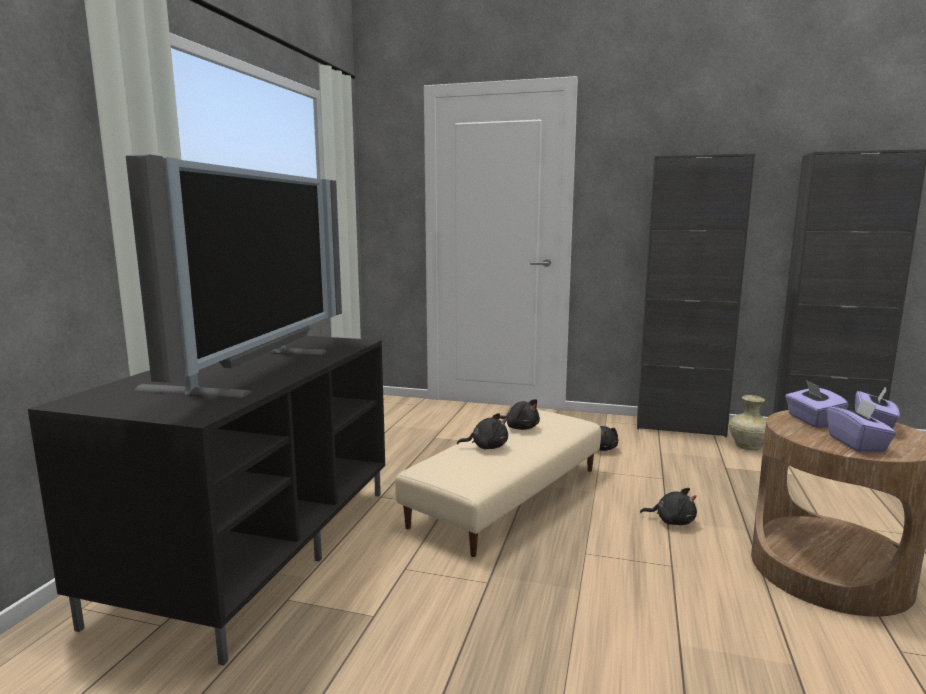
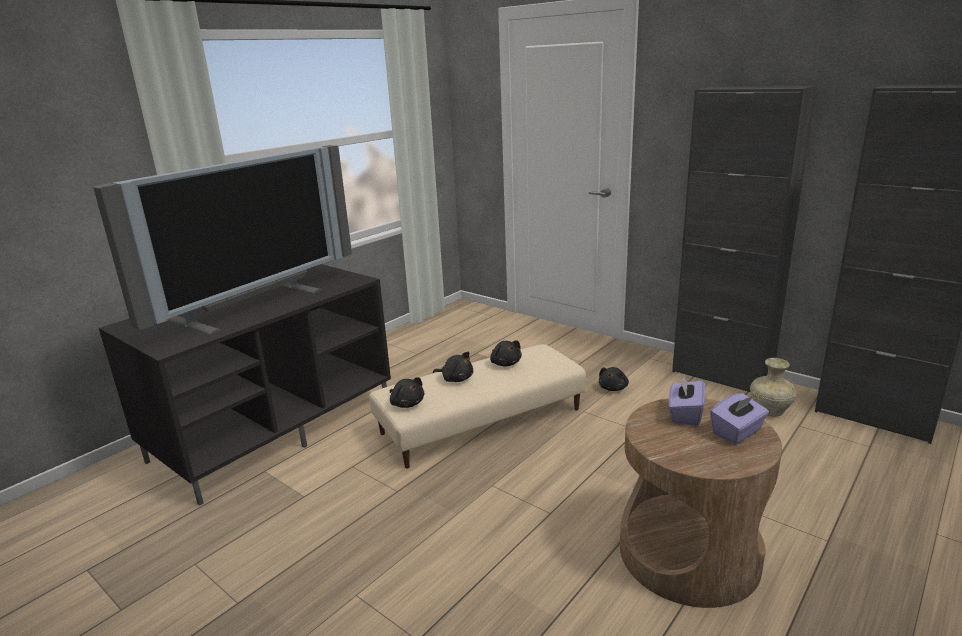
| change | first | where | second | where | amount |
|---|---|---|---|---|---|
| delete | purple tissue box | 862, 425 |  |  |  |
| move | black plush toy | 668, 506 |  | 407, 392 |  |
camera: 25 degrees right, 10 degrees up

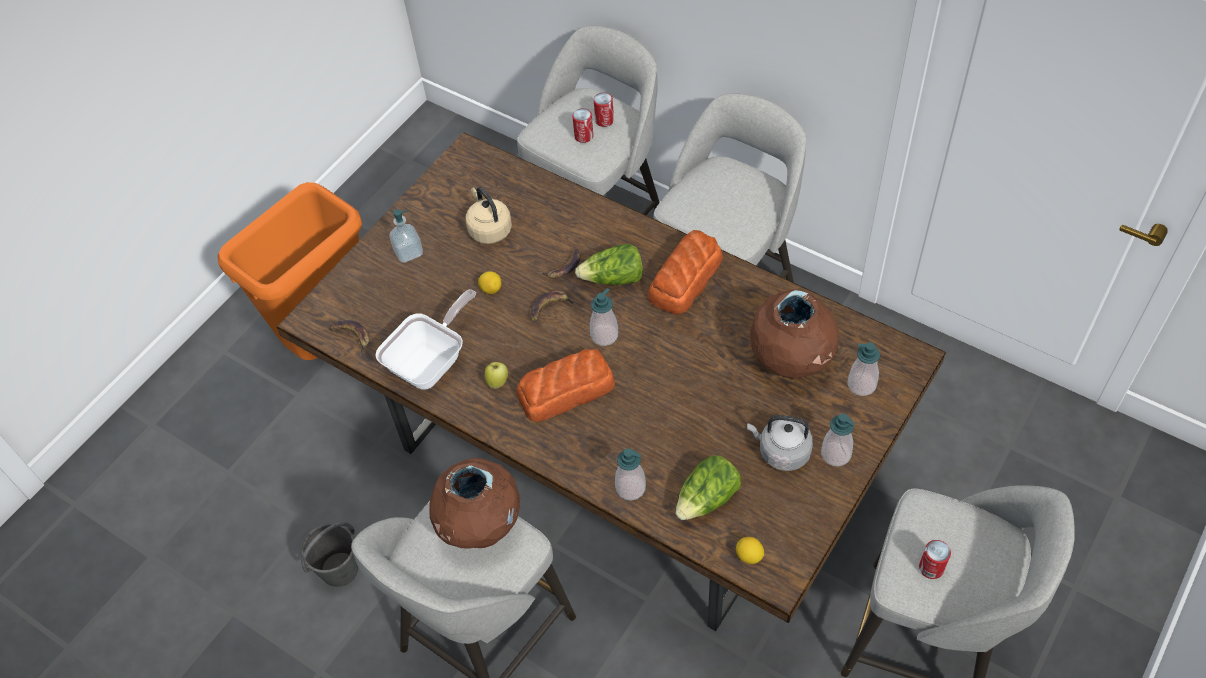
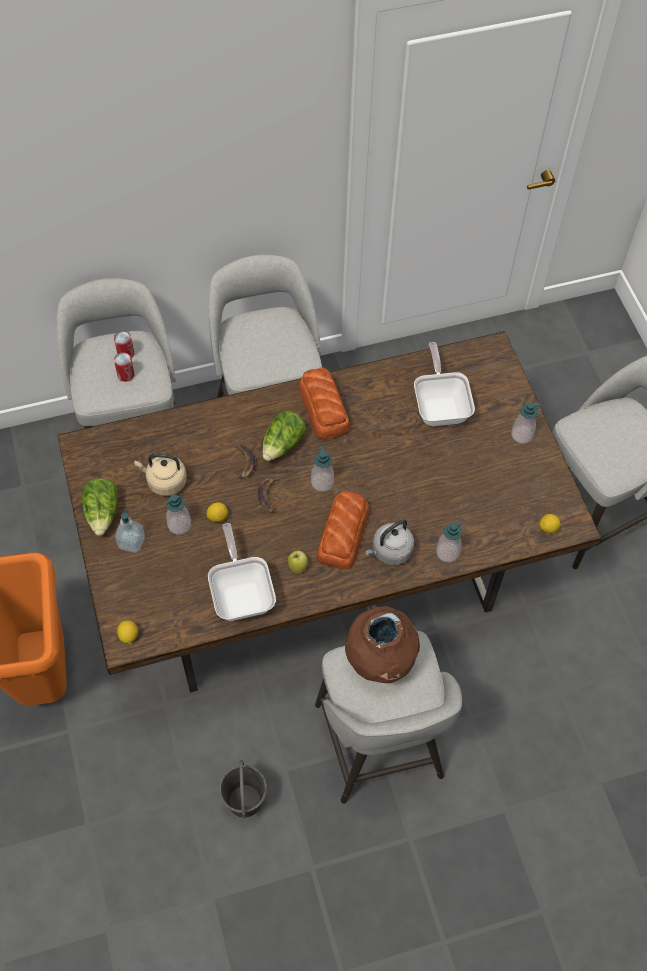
| change | first | where | second | where | amount |
|---|---|---|---|---|---|
| delete | banana | 349, 338 |  |  |  |
| delete | can | 935, 559 |  |  |  |
| insert |  |  | lemon | 127, 632 |  |
| move | lettuce | 708, 487 |  | 100, 507 |  |
| move | grey kettle | 780, 443 |  | 389, 542 |  |
| move | soap dispenser | 863, 369 |  | 178, 515 |  |
| replace | brown vase | 794, 334 | frying pan | 444, 384 |  |
camera: 55 degrees left, 5 degrees up

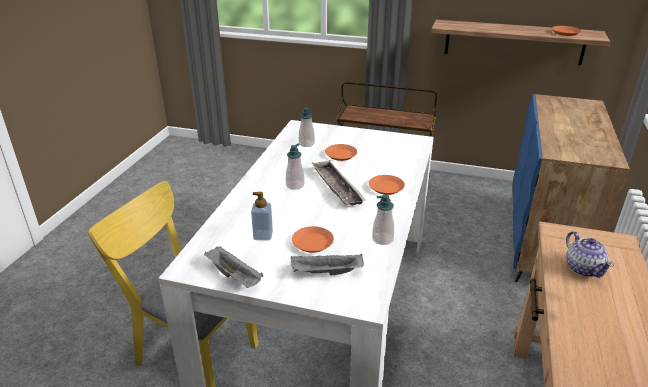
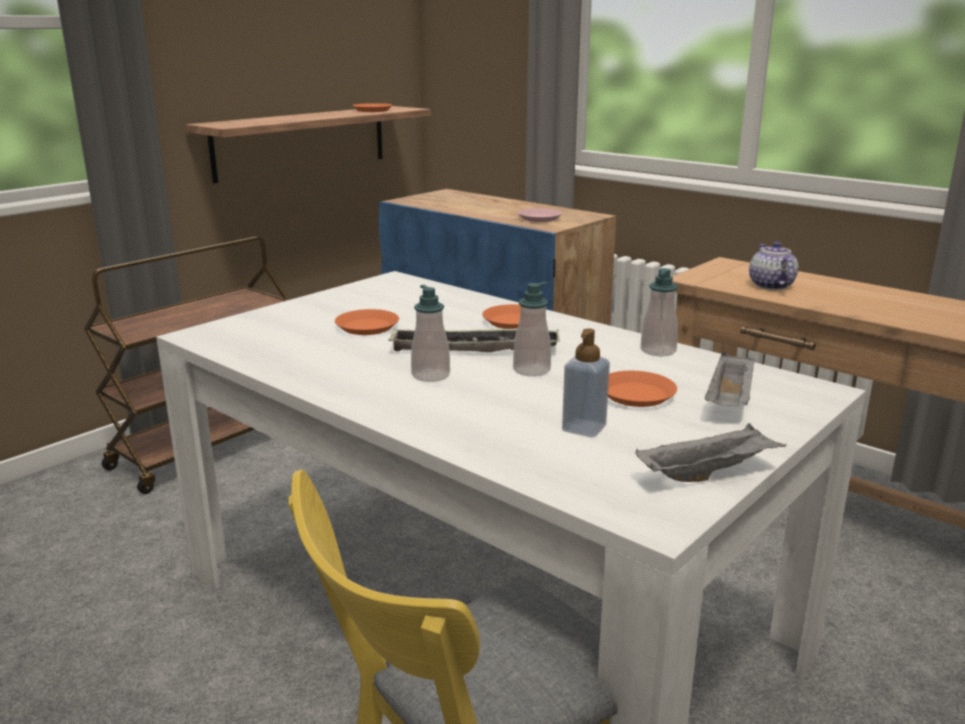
| change | first | where | second | where | amount |
|---|---|---|---|---|---|
| insert |  |  | pink plate | 539, 215 |  |
| move | soap dispenser | 307, 127 |  | 532, 329 |  |
| rotate | teapot | 590, 254 |  | 773, 266 | 105 degrees counterclockwise |
camera: 65 degrees left, 10 degrees down

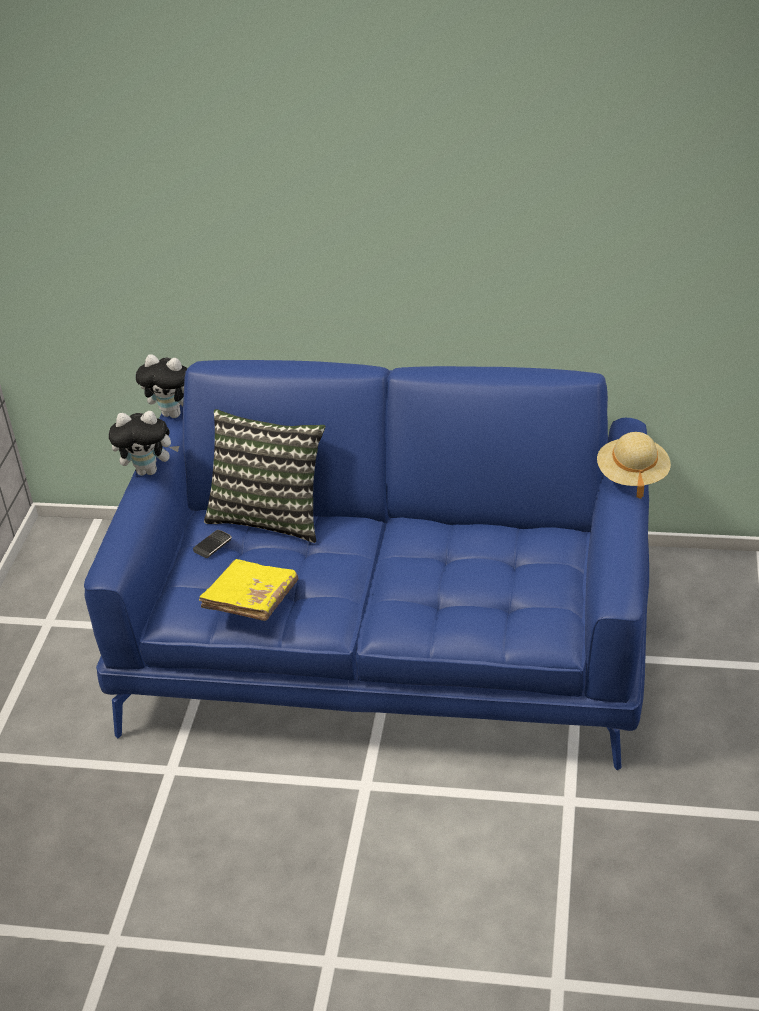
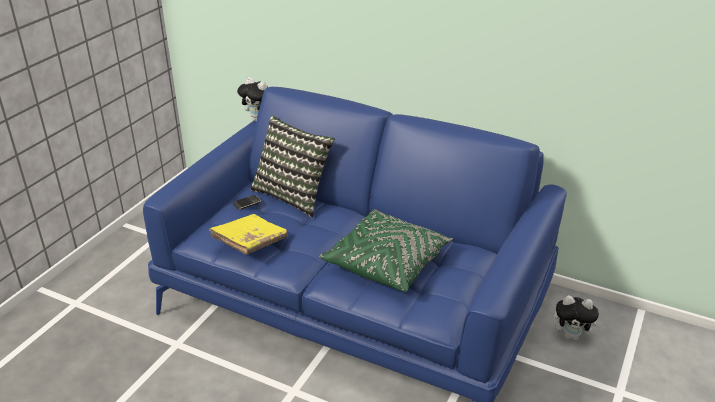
| change | first | where | second | where | amount |
|---|---|---|---|---|---|
| delete | beige hat | 634, 465 |  |  |  |
| insert |  |  | green pillow | 386, 250 |  |
| move | plush toy | 144, 443 |  | 577, 318 |  |
camera: 15 degrees right, 5 degrees down

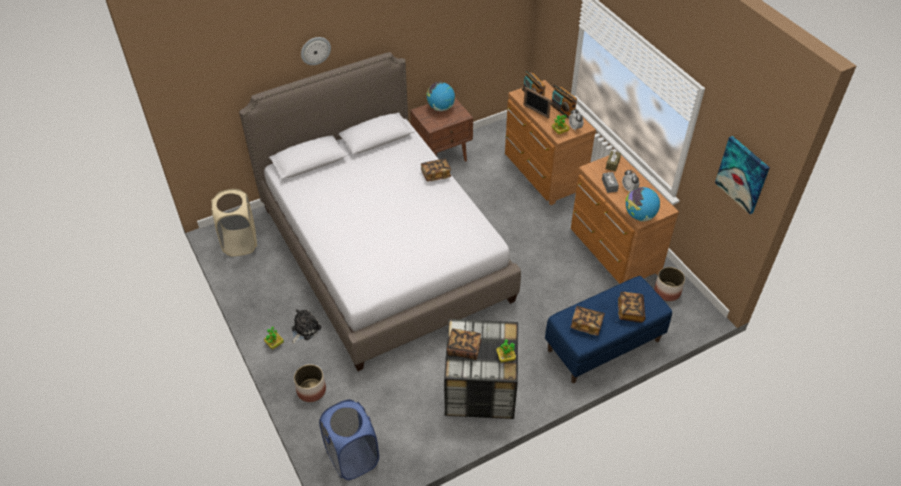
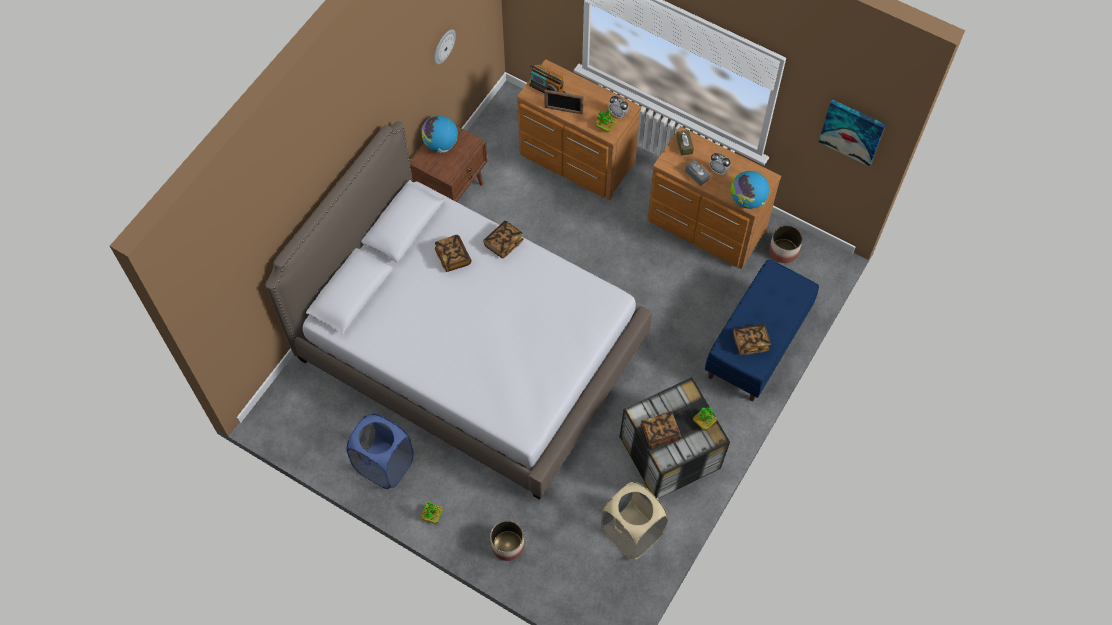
| change | first | where | second | where | amount |
|---|---|---|---|---|---|
| delete | plush toy | 306, 326 |  |  |  |
| delete | radio | 564, 101 |  |  |  |
| move | beige laundry basket | 234, 222 |  | 634, 520 |  |
| move | wall clock | 316, 51 |  | 445, 47 |  |
| move | blue laundry basket | 349, 440 |  | 380, 451 |  |
| move | book | 632, 307 |  | 453, 253 |  |
camera: 30 degrees left, 15 degrees up

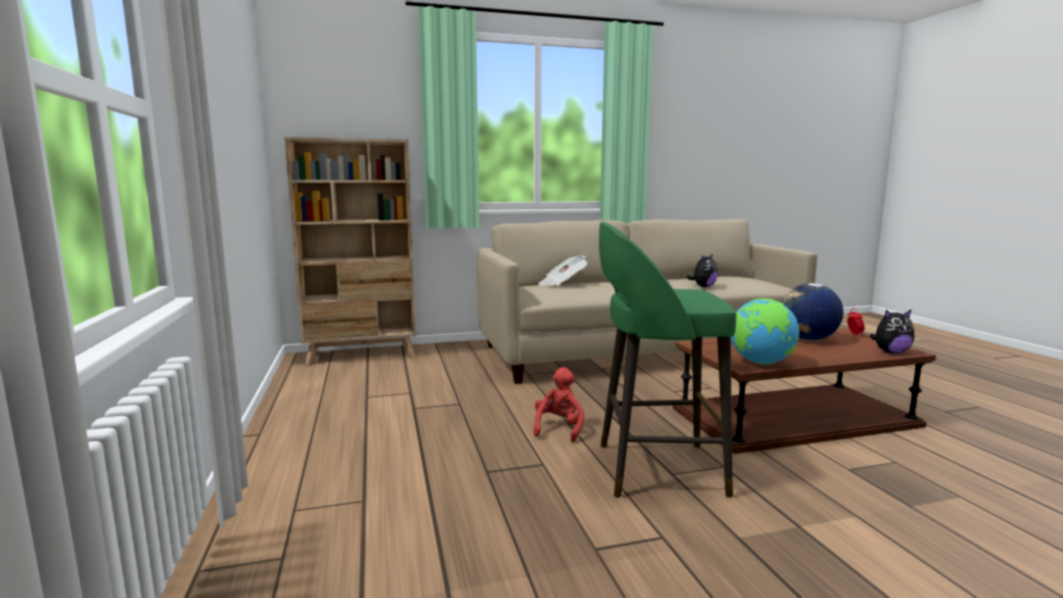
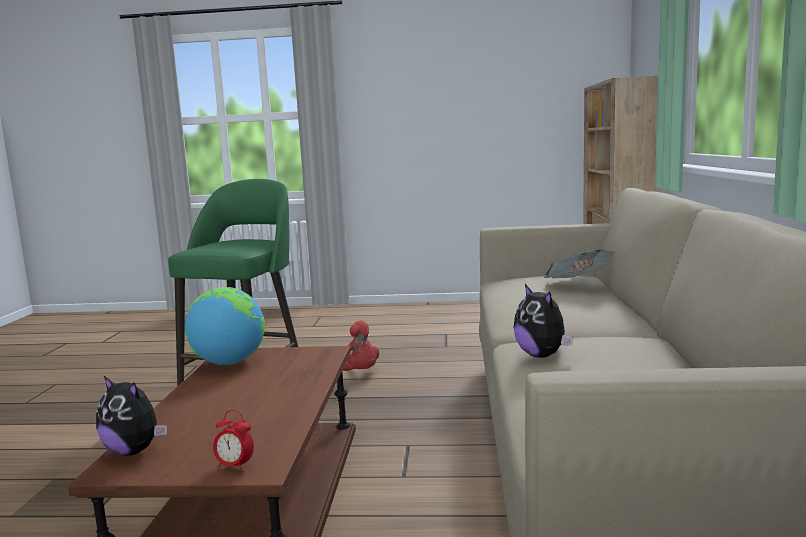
| change | first | where | second | where | amount |
|---|---|---|---|---|---|
| delete | globe | 812, 311 |  |  |  |
| rotate | plush toy | 891, 331 |  | 131, 416 | 75 degrees counterclockwise |
camera: 110 degrees right, 0 degrees up

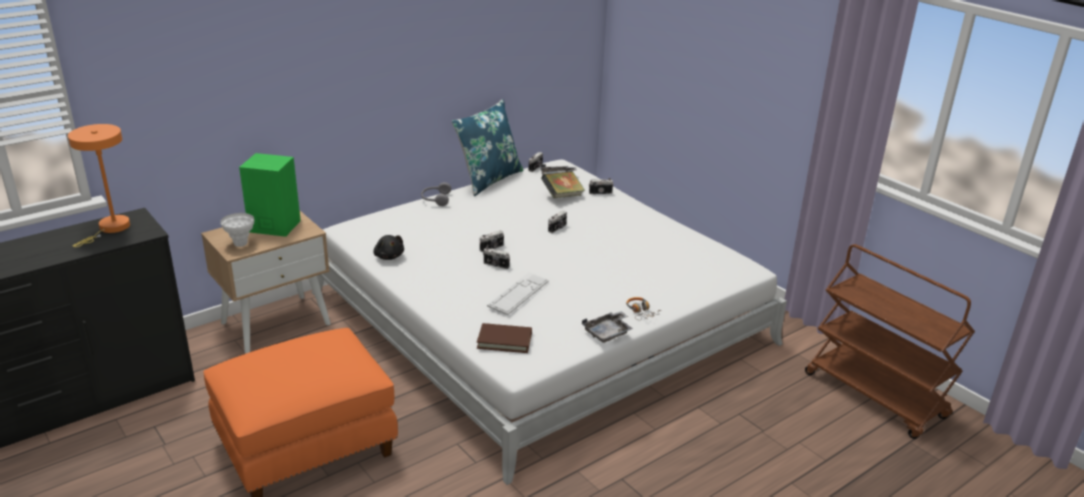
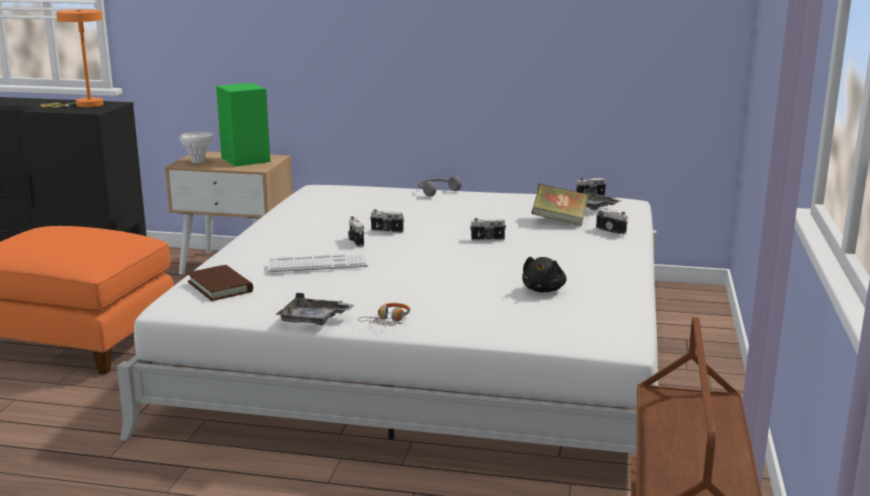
| change | first | where | second | where | amount |
|---|---|---|---|---|---|
| delete | blue pillow | 488, 147 |  |  |  |
| move | black plush toy | 388, 247 |  | 544, 274 |  |
camera: 50 degrees right, 10 degrees down

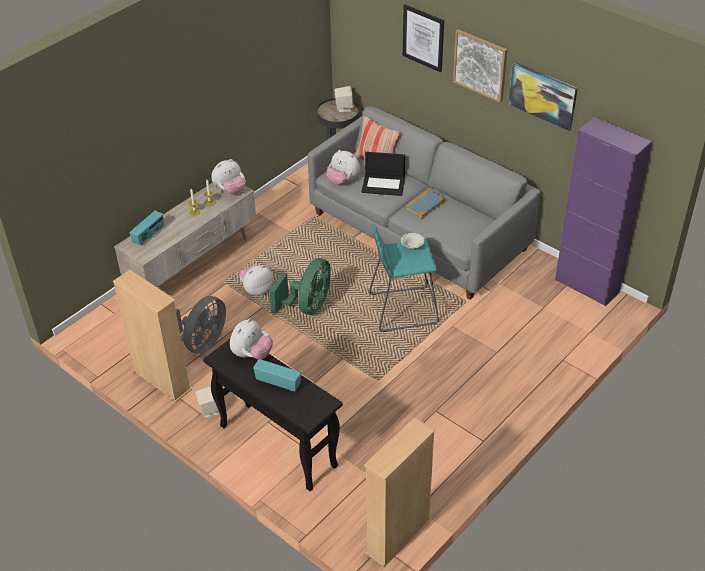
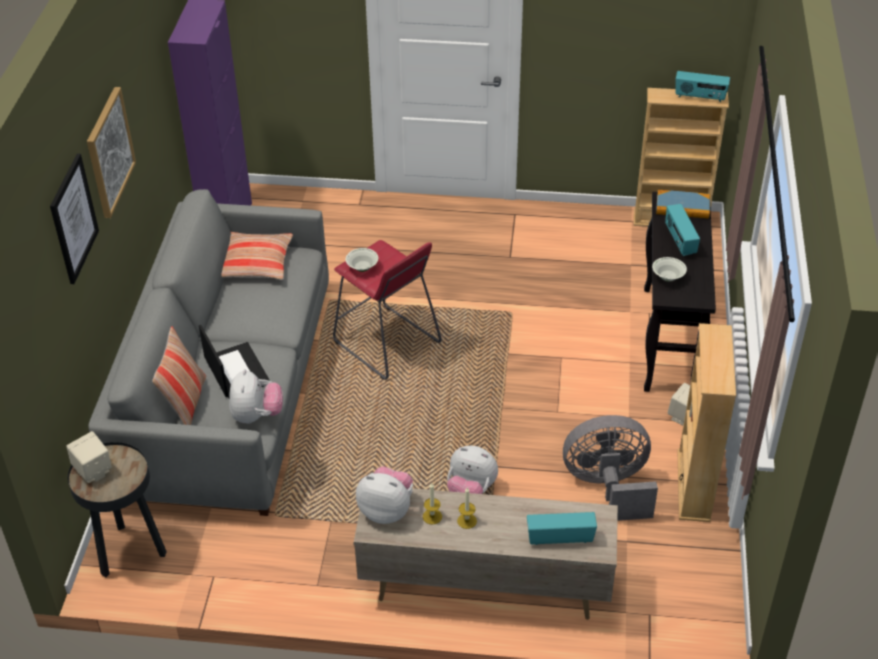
| change | first | where | second | where | amount |
|---|---|---|---|---|---|
| delete | green fan | 300, 286 |  |  |  |
| delete | picture | 543, 96 |  |  |  |
| insert |  |  | pillow | 257, 256 |  |
| insert |  |  | radio | 703, 86 |  |
| move | book | 425, 204 |  | 683, 204 |  |
| replace | plush toy | 251, 339 | white bowl | 669, 269 |  |
| recolor | turquoise stool | 404, 278 | red stool | 387, 310 |  |
camera: 125 degrees left, 0 degrees up

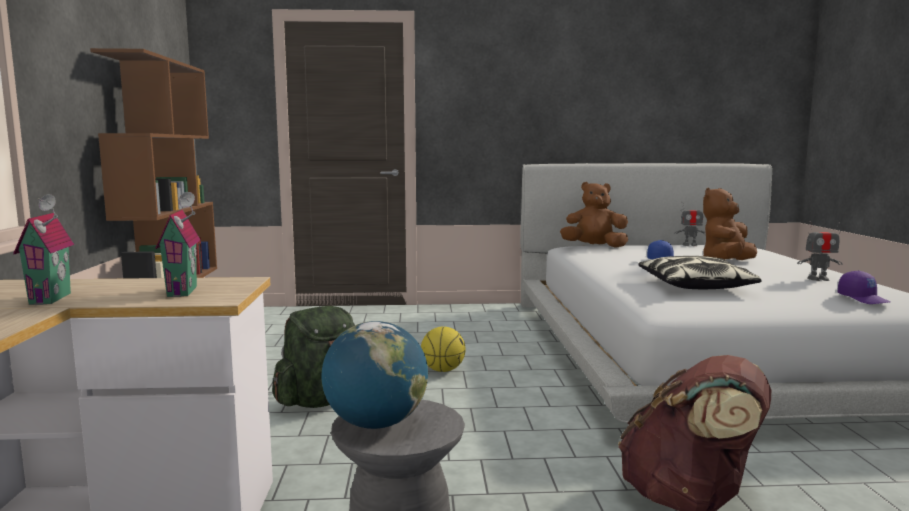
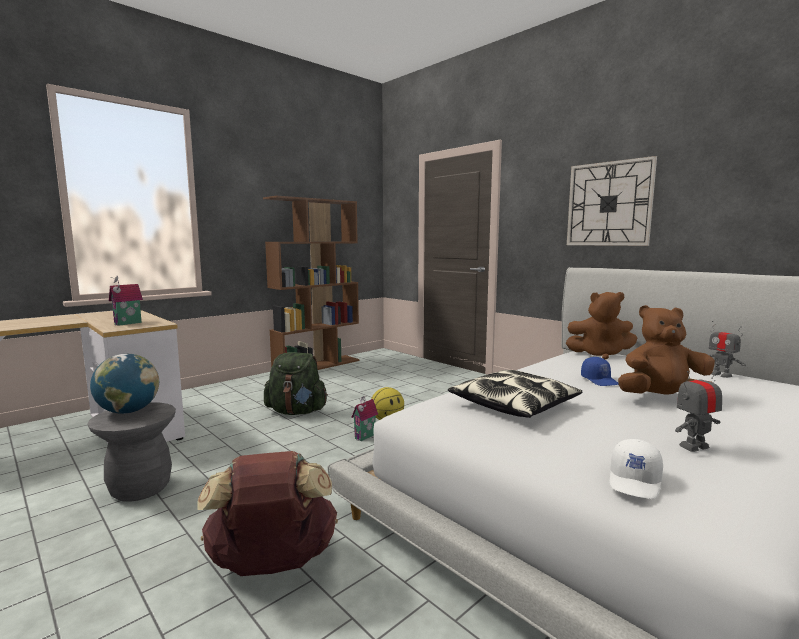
| change | first | where | second | where | amount |
|---|---|---|---|---|---|
| insert |  |  | wall clock | 612, 201 |  |
| move | toy house | 43, 249 |  | 364, 418 |  |
| recolor | purple cap | 864, 287 | white cap | 636, 469 |  |
| rotate | brown plush toy | 594, 215 |  | 601, 326 | 135 degrees clockwise |
| rotate | toy robot | 820, 251 |  | 698, 408 | 105 degrees clockwise |
camera: 50 degrees right, 0 degrees up

